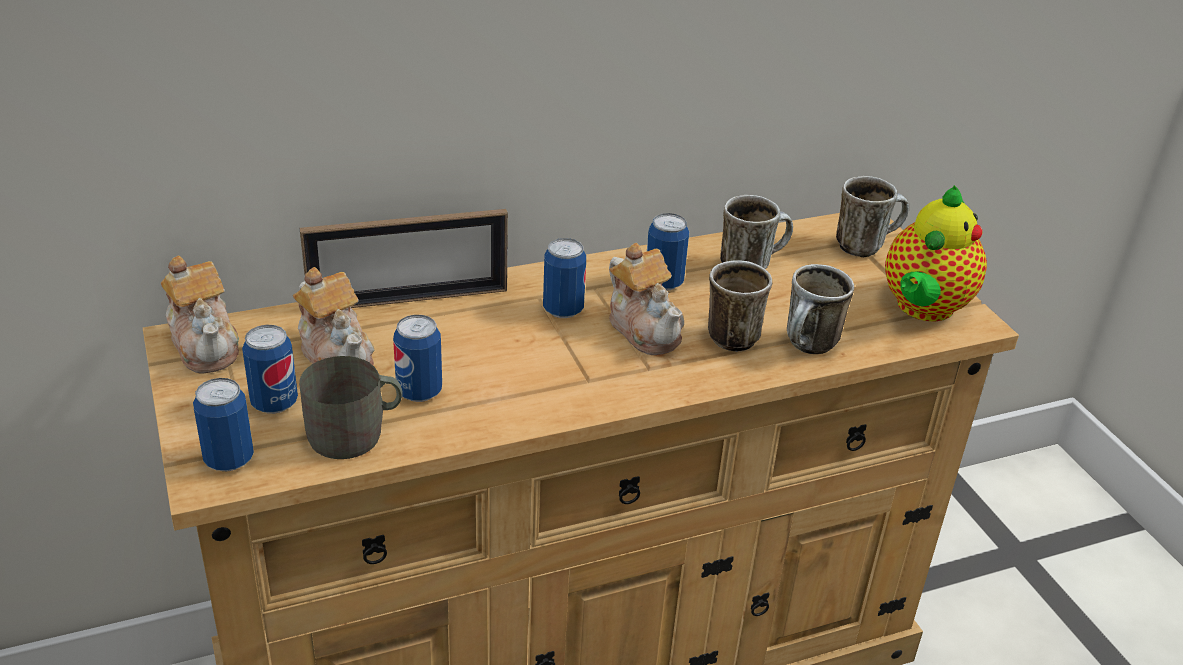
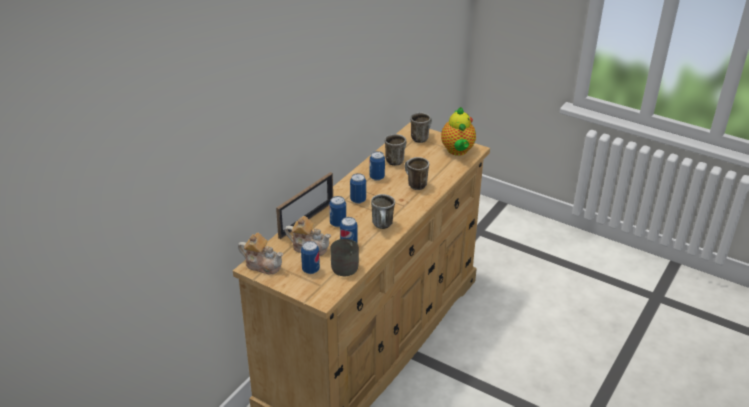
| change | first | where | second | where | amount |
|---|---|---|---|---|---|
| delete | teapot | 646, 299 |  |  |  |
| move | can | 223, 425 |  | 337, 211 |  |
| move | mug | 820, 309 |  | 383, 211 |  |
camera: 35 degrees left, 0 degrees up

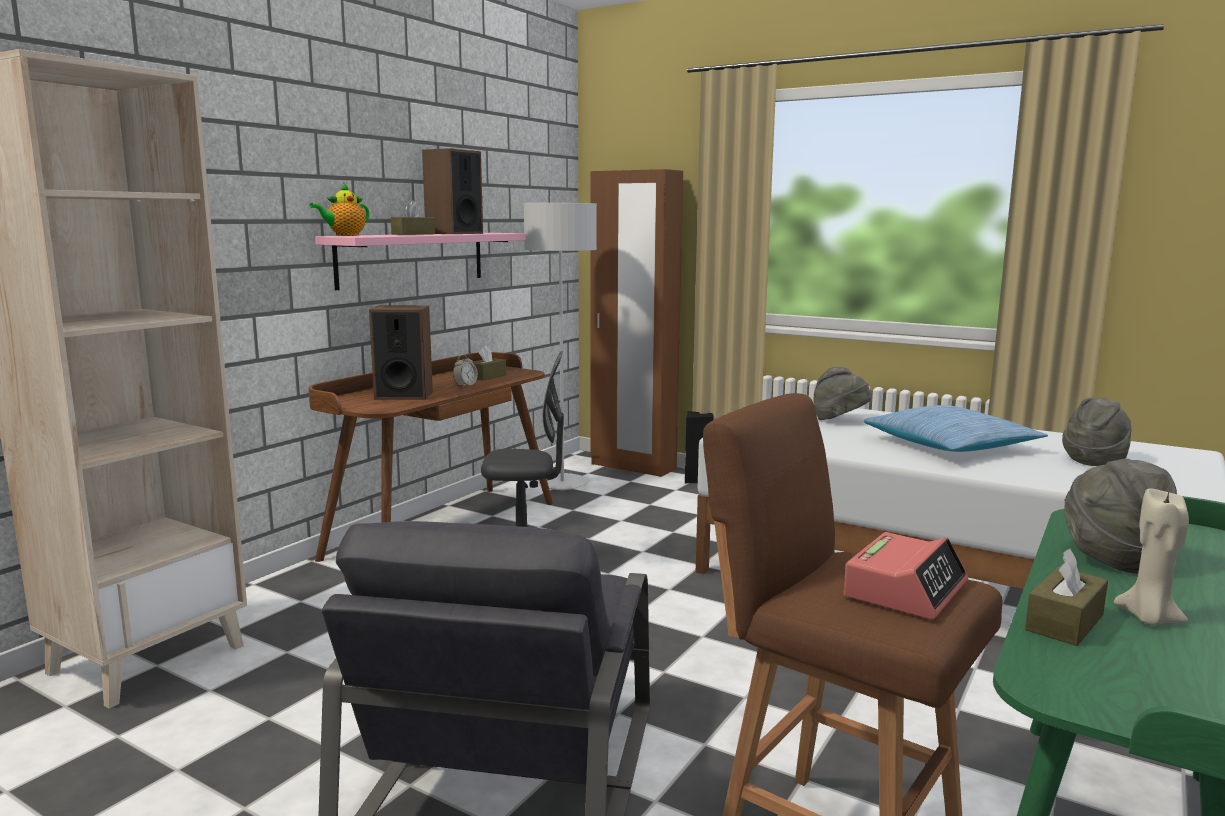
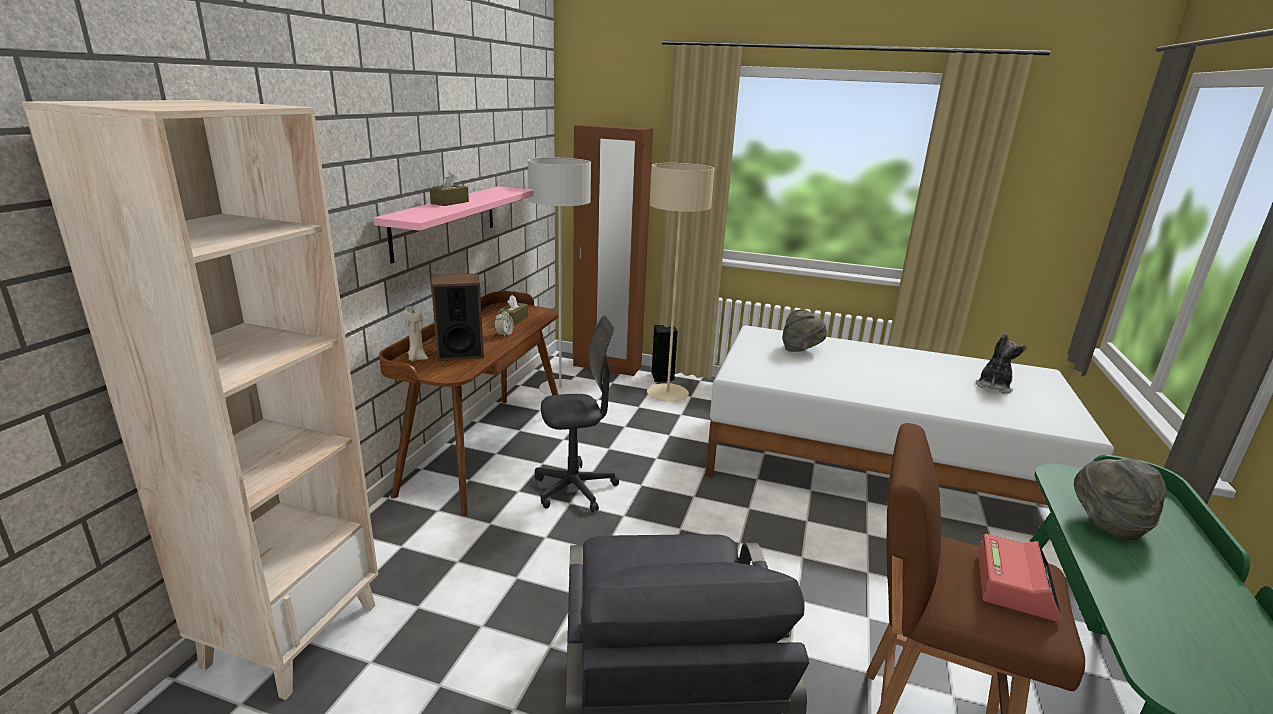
| change | first | where | second | where | amount |
|---|---|---|---|---|---|
| delete | teapot | 339, 209 |  |  |  |
| delete | speaker | 452, 191 |  |  |  |
| delete | pillow | 955, 428 |  |  |  |
| delete | brown tissue box | 1066, 597 |  |  |  |
| insert |  |  | beige floor lamp | 681, 282 |  |
| move | beige candle | 1151, 557 |  | 416, 333 |  |
| replace | grey hat | 1097, 431 | plush toy | 1001, 363 |  |
camera: 15 degrees left, 10 degrees up

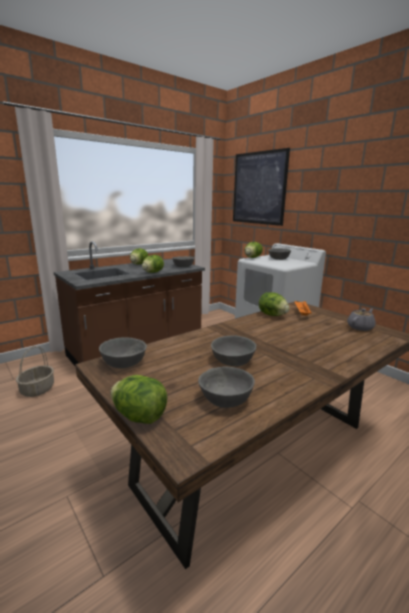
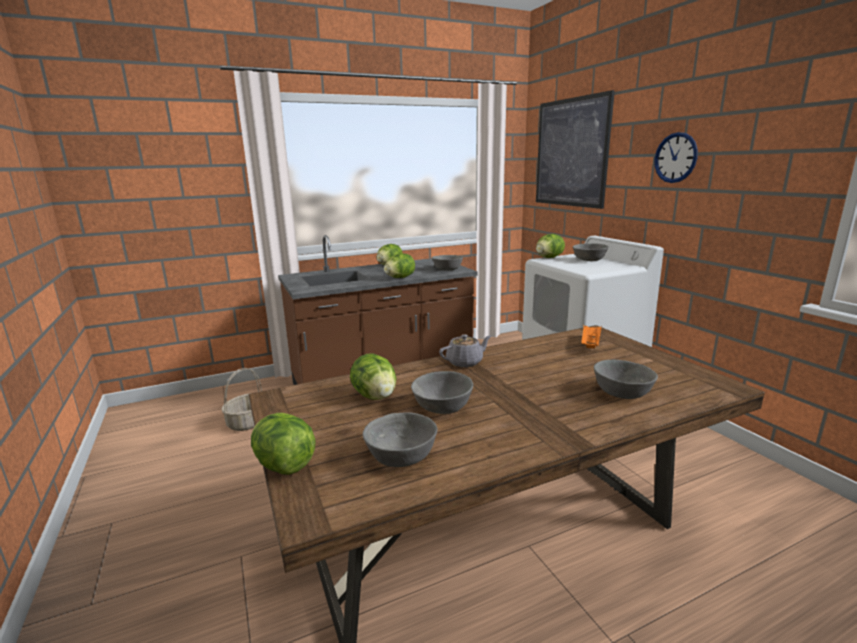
| change | first | where | second | where | amount |
|---|---|---|---|---|---|
| insert |  |  | wall clock | 676, 157 |  |
| move | grey bowl | 123, 352 |  | 626, 379 |  |
| move | lettuce | 274, 304 |  | 373, 377 |  |
| move | grey teapot | 361, 319 |  | 465, 350 |  |
camera: 15 degrees right, 0 degrees up

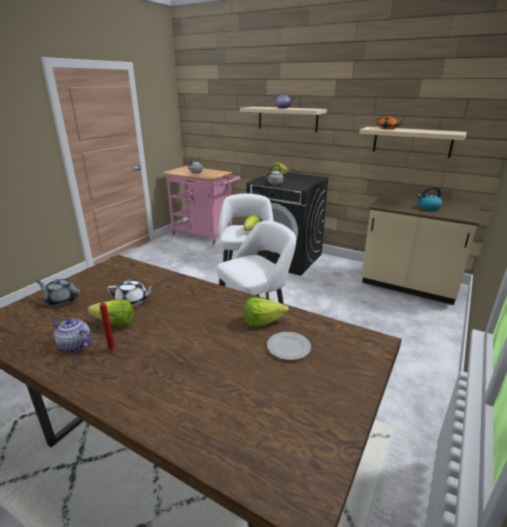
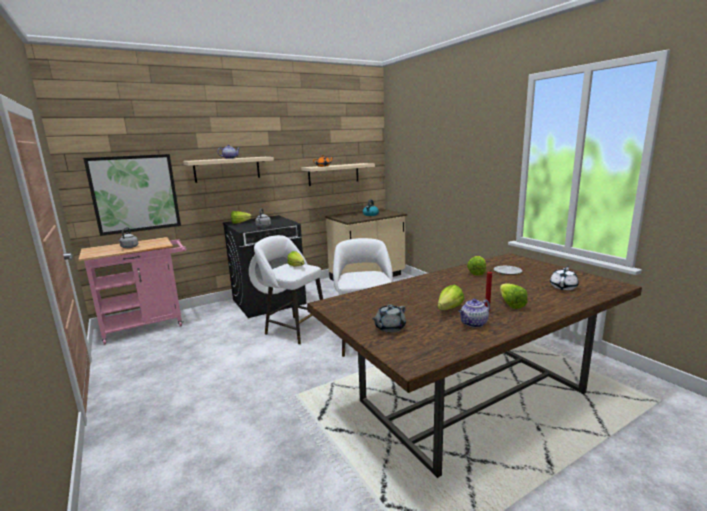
| change | first | where | second | where | amount |
|---|---|---|---|---|---|
| insert |  |  | picture | 132, 195 |  |
| insert |  |  | lettuce | 514, 296 |  |
| move | white teapot | 131, 293 |  | 564, 278 |  |
camera: 60 degrees left, 10 degrees down

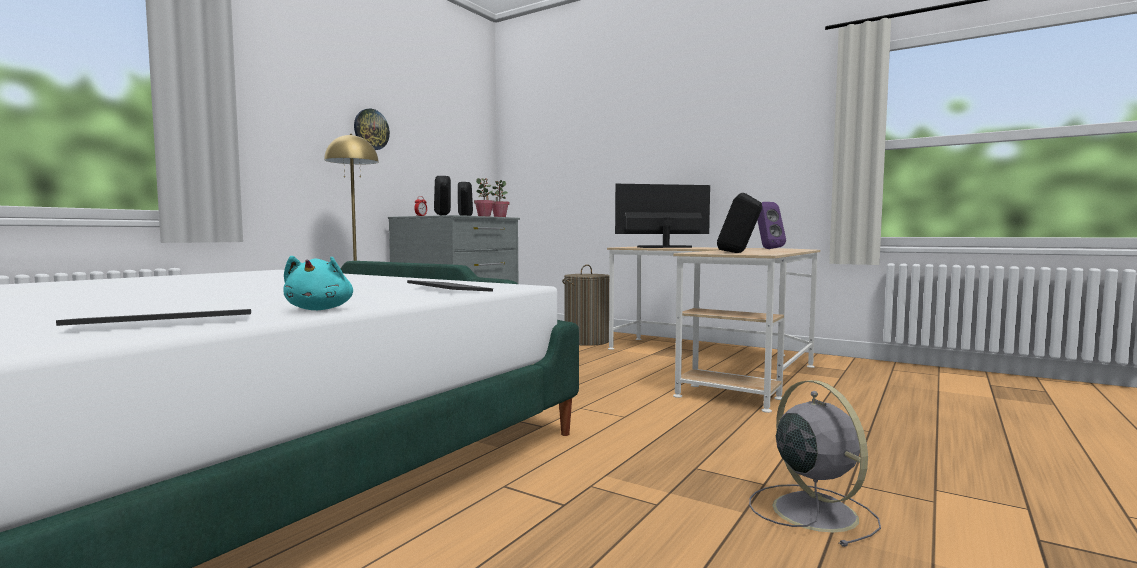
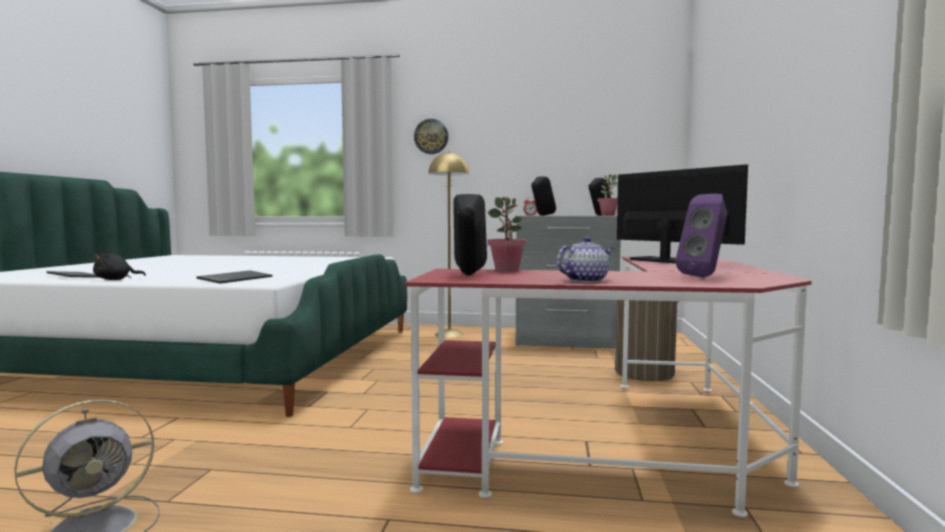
| change | first | where | second | where | amount |
|---|---|---|---|---|---|
| insert |  |  | teapot | 585, 260 |  |
| move | wall clock | 372, 129 |  | 431, 136 |  |
| move | potted plant | 484, 197 |  | 507, 234 |  |
| recolor | turquoise plush toy | 318, 283 | black plush toy | 119, 265 |  |
| recolor | beige desk | 713, 330 | red desk | 608, 386 |  |
camera: 65 degrees right, 0 degrees up

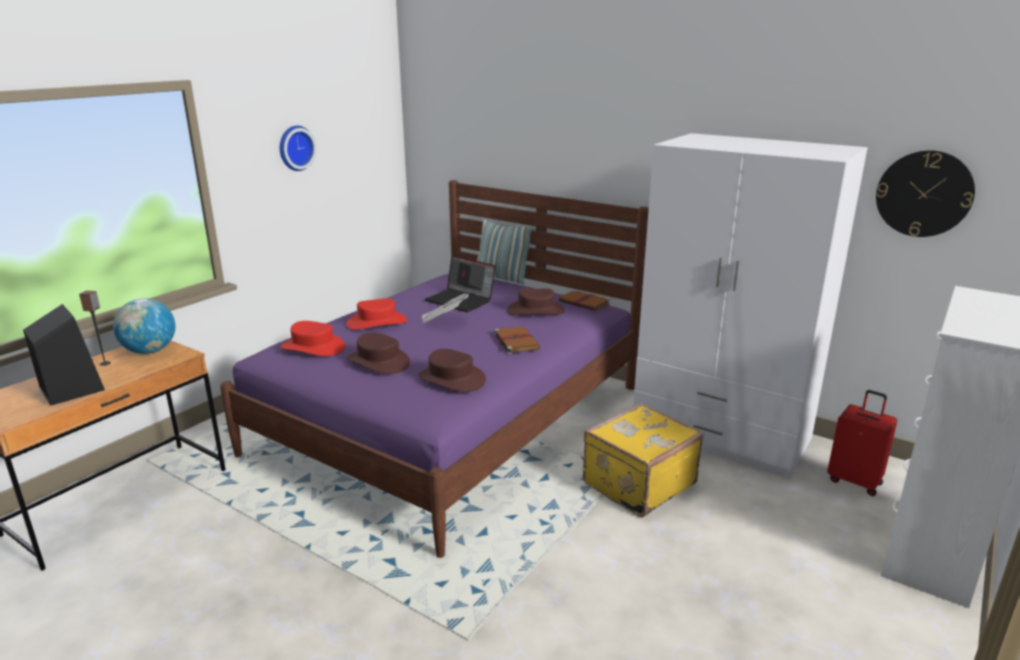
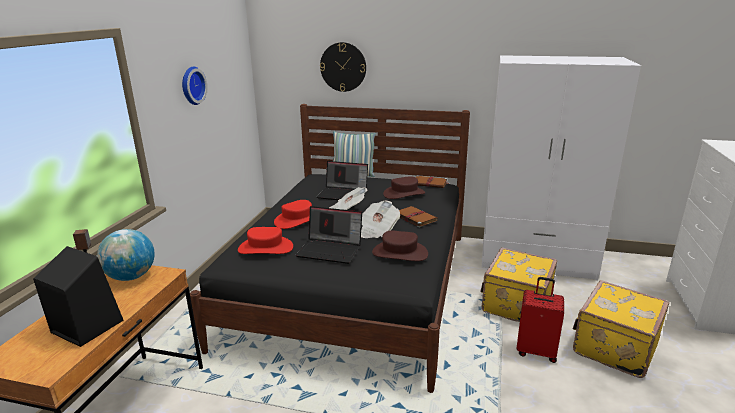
| change | first | where | second | where | amount |
|---|---|---|---|---|---|
| insert |  |  | newspaper | 380, 219 |  |
| insert |  |  | yellow suitcase | 621, 329 |  |
| move | red suitcase | 862, 443 |  | 540, 320 |  |
| move | wall clock | 925, 193 |  | 343, 67 |  |
| replace | brown hat | 378, 353 | laptop | 329, 235 |  |
| recolor | purple bed | 434, 369 | black bed | 330, 248 |  |
camera: 20 degrees left, 0 degrees up

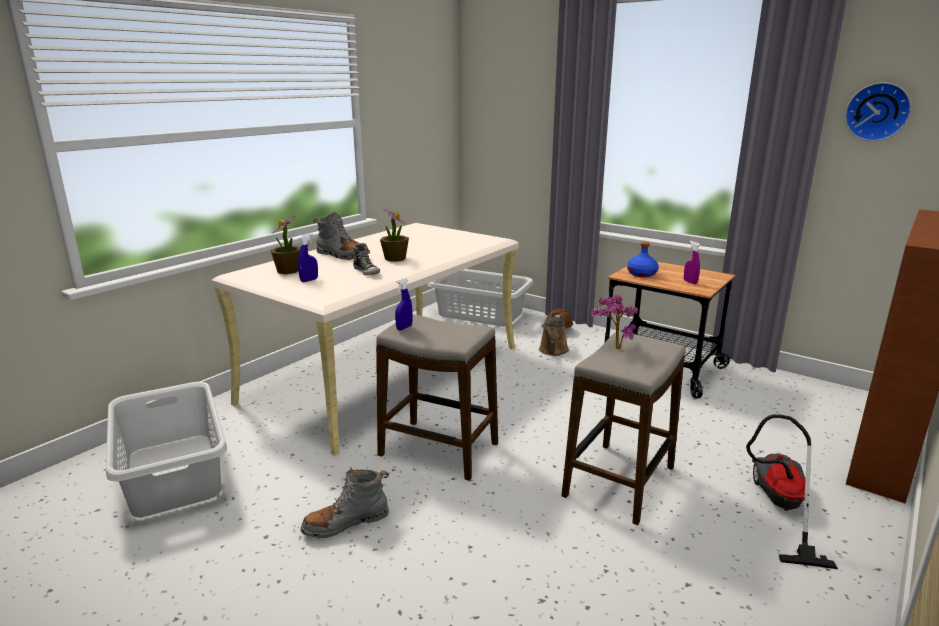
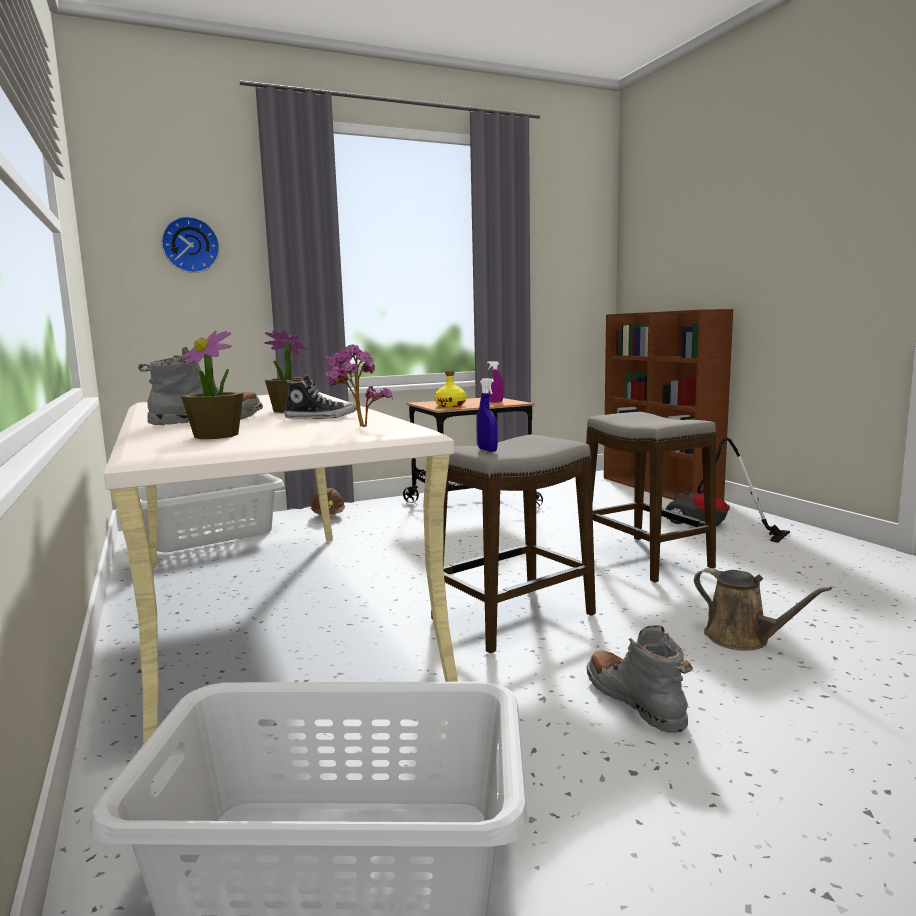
| change | first | where | second | where | amount |
|---|---|---|---|---|---|
| delete | blue spray bottle | 308, 257 |  |  |  |
| move | brown watering can | 554, 335 |  | 763, 609 |  |
| move | potted plant | 614, 322 |  | 359, 386 |  |
| move | wall clock | 878, 111 |  | 190, 244 |  |
| recolor | blue bottle | 643, 259 | yellow bottle | 450, 389 |  |
| rotate | grey boot | 345, 502 |  | 640, 679 | 150 degrees clockwise |
camera: 60 degrees left, 10 degrees down

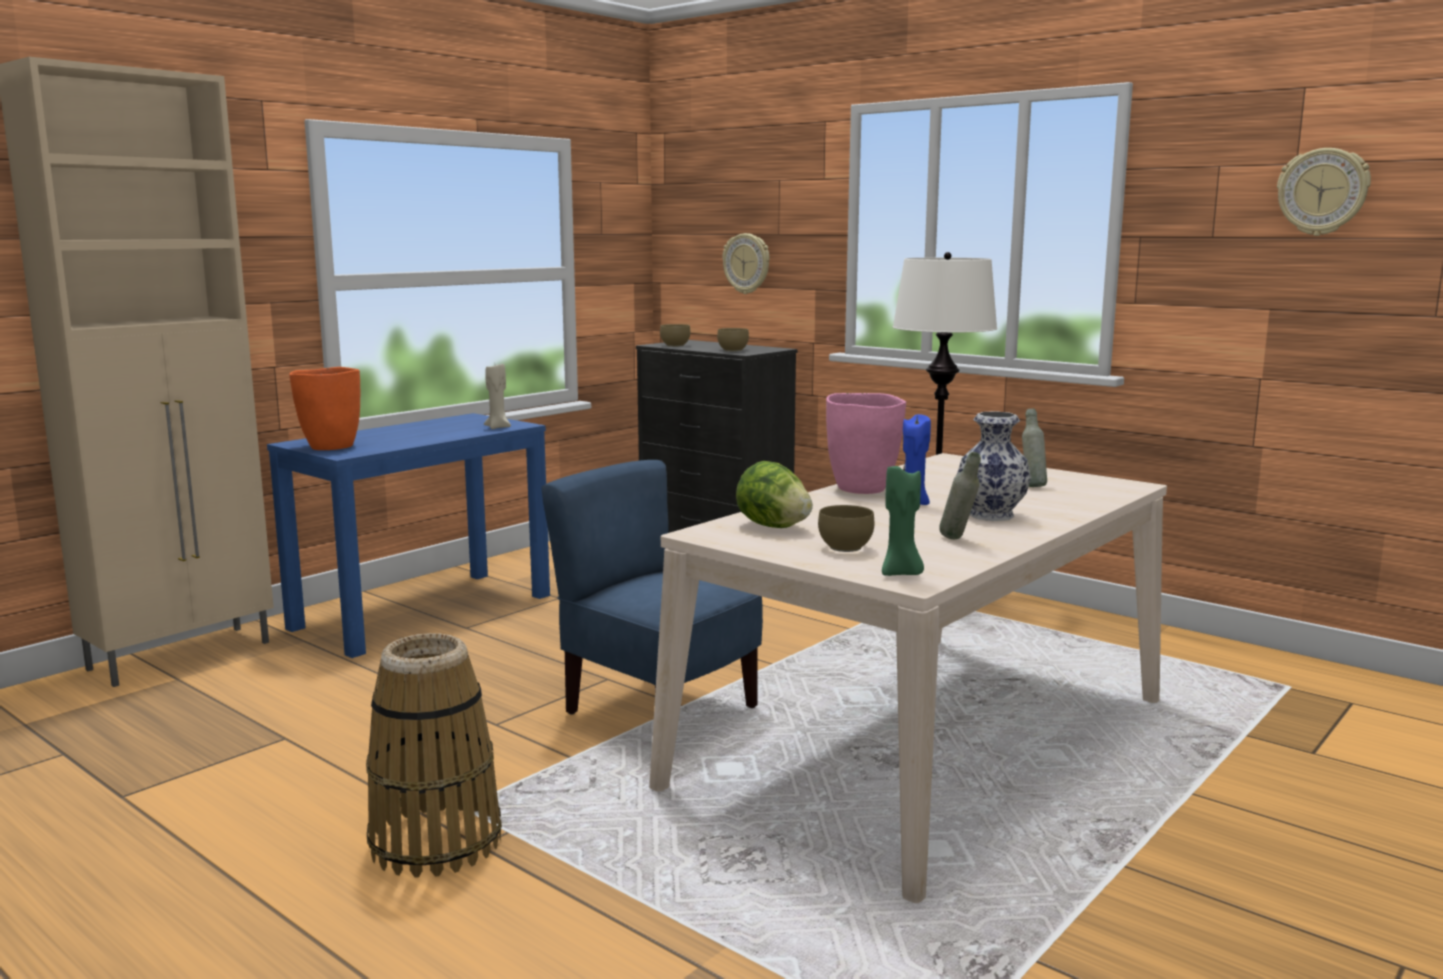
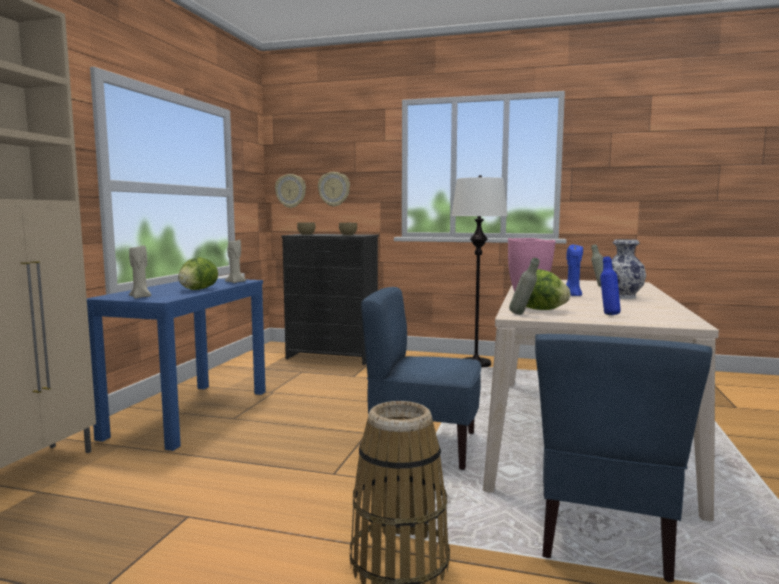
| change | first | where | second | where | amount |
|---|---|---|---|---|---|
| delete | green candle | 903, 519 |  |  |  |
| insert |  |  | lettuce | 198, 273 |  |
| insert |  |  | blue chair | 623, 458 |  |
| move | grey bottle | 960, 495 |  | 524, 286 |  |
| move | wall clock | 1324, 192 |  | 290, 191 |  |
| replace | orange vase | 324, 408 | beige candle | 140, 272 |  |
| replace | brown bowl | 846, 528 | blue bottle | 610, 285 |  |
camera: 25 degrees left, 5 degrees down

